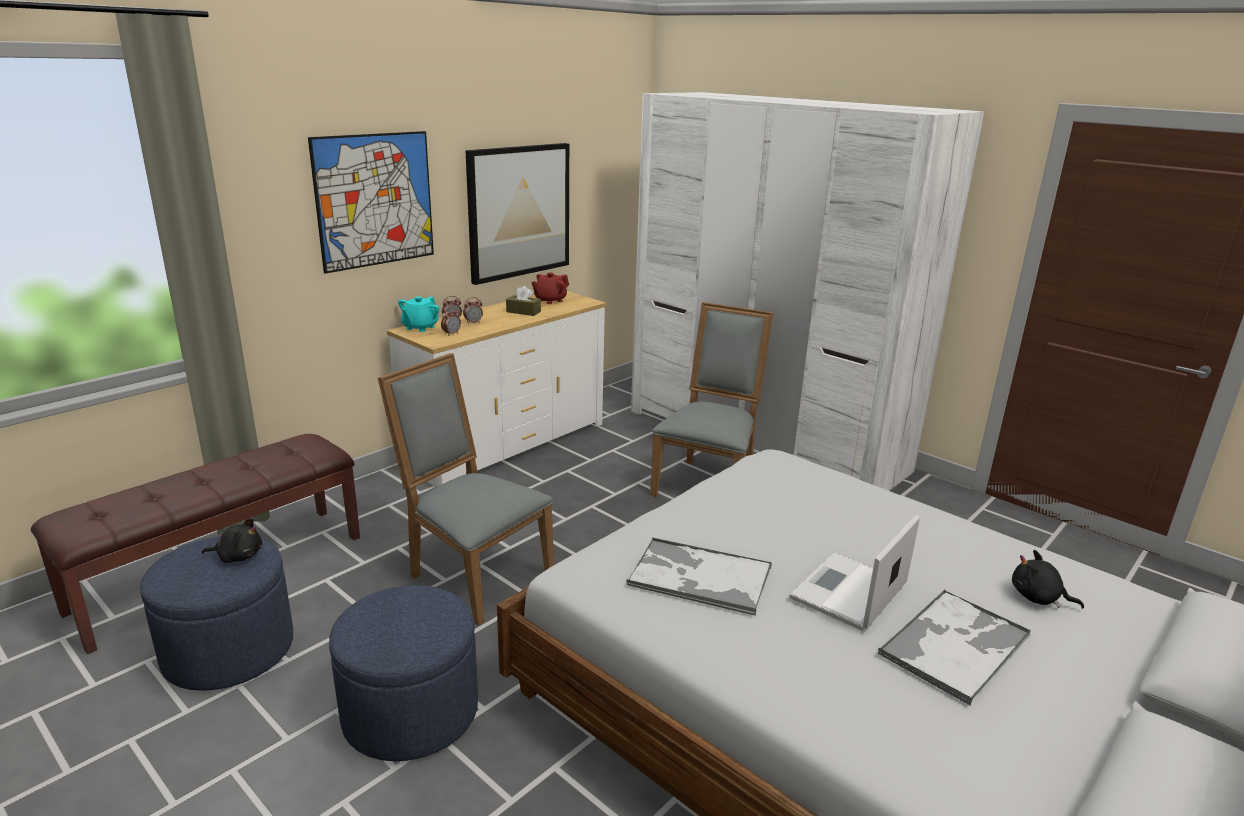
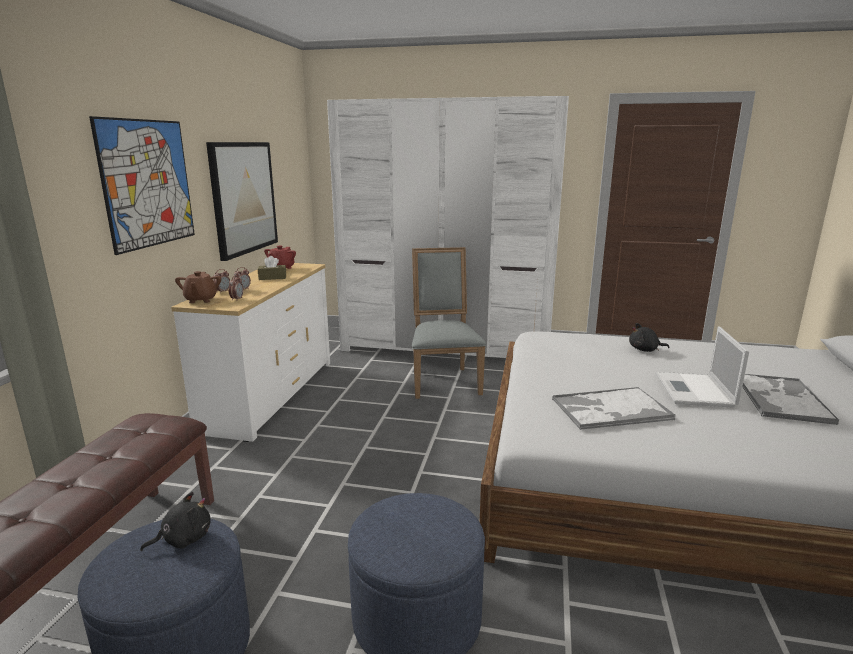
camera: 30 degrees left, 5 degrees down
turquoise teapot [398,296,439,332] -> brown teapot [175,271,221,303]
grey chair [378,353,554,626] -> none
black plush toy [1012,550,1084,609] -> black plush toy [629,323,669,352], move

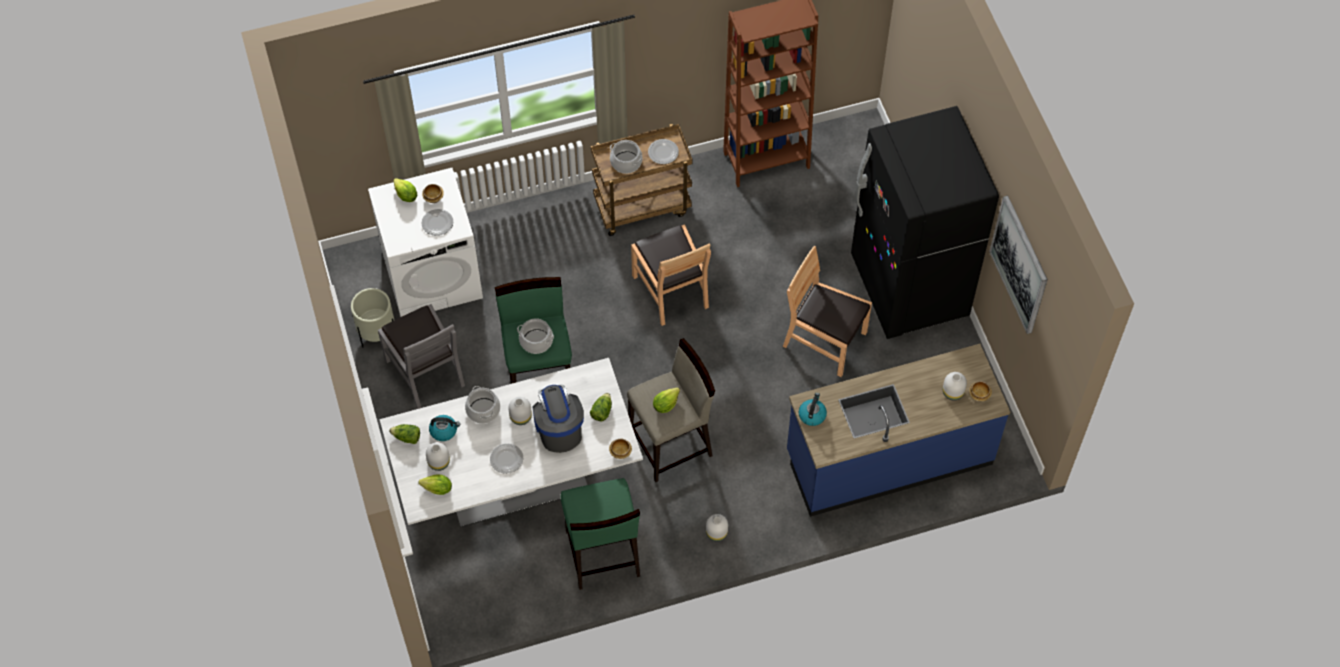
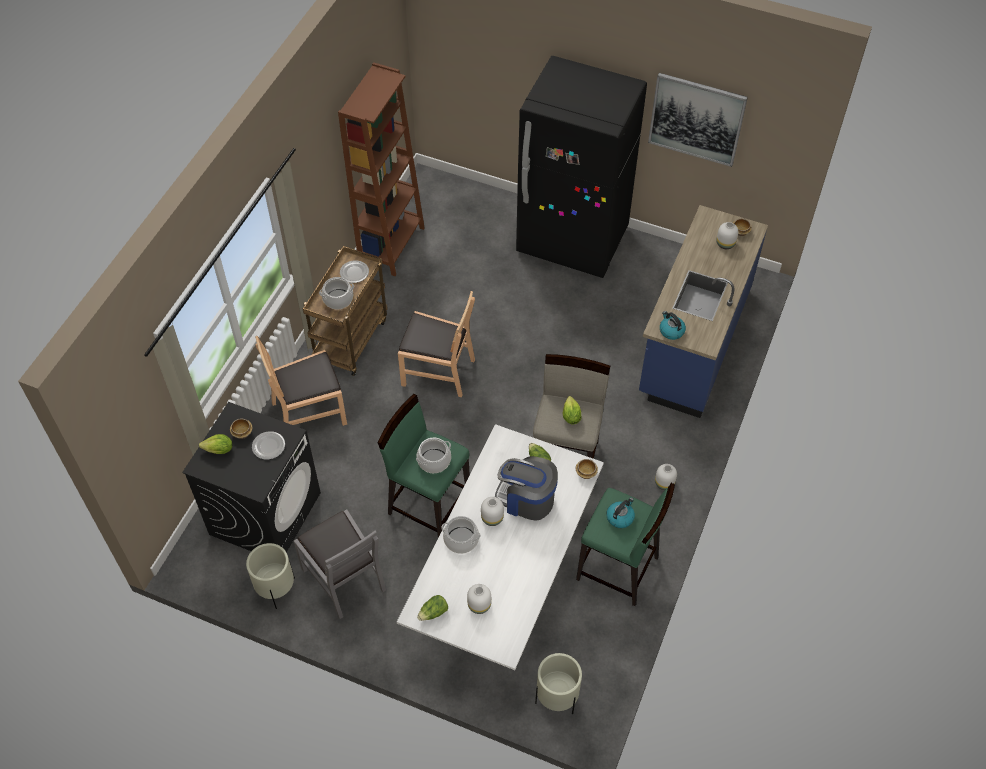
camera: 50 degrees left, 5 degrees down
white washing machine [368,168,483,317] -> black washing machine [182,402,321,552]
brown chair [783,246,872,377] -> brown chair [255,336,347,426], move
grey chair [378,304,465,409] -> grey chair [294,509,386,619], 45 degrees clockwise
kettle [429,415,460,441] -> kettle [606,497,635,528], move
plate [490,443,523,474] -> none
lettuce [418,474,452,495] -> none
none -> beige planter [535,653,582,715]

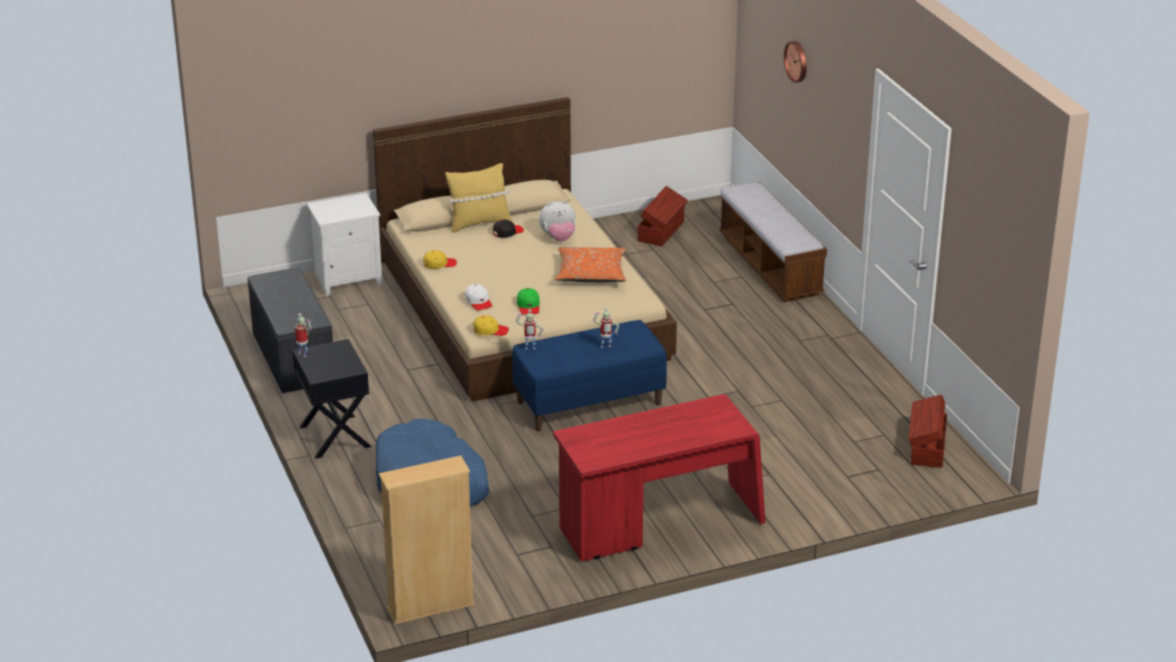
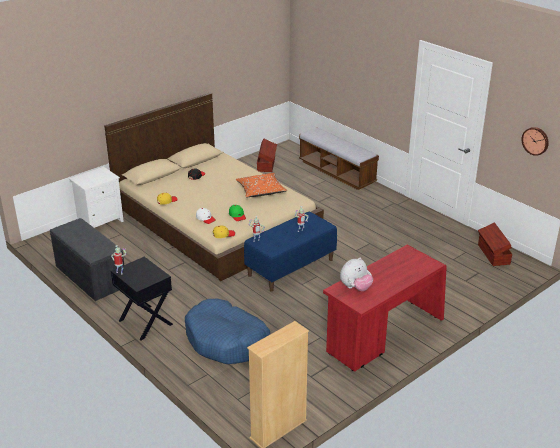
camera: 20 degrees left, 0 degrees up
wall clock [784,41,807,83] -> wall clock [522,127,549,156], move
yellow pillow [445,163,511,233] -> none
plush toy [539,200,576,241] -> plush toy [340,257,373,291], move

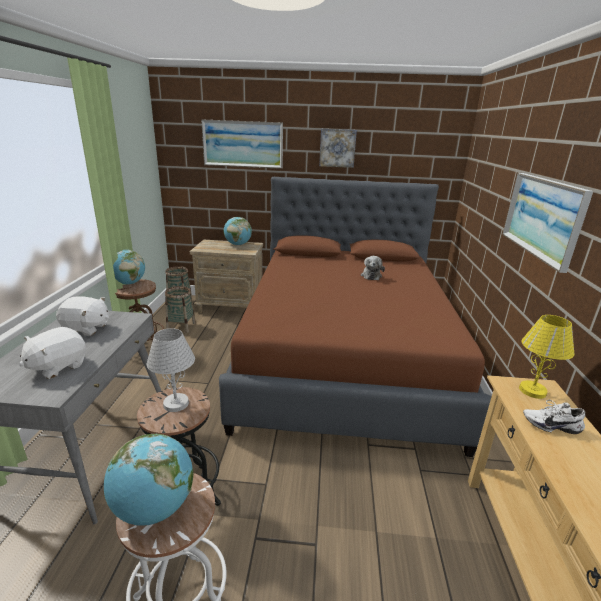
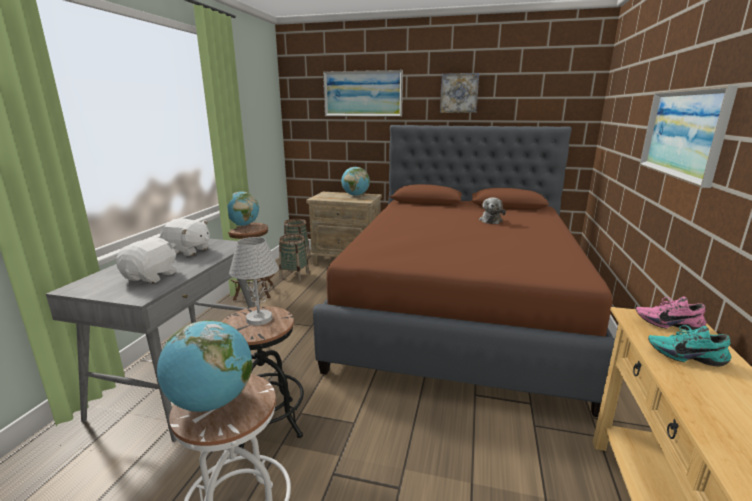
camera: 10 degrees right, 5 degrees down
yellow table lamp [519,315,574,399] -> pink shoe [636,297,706,330]
white plush toy [19,327,86,379] -> white plush toy [116,238,177,283], 150 degrees clockwise
white shoe [523,400,585,434] -> turquoise shoe [648,325,731,366]

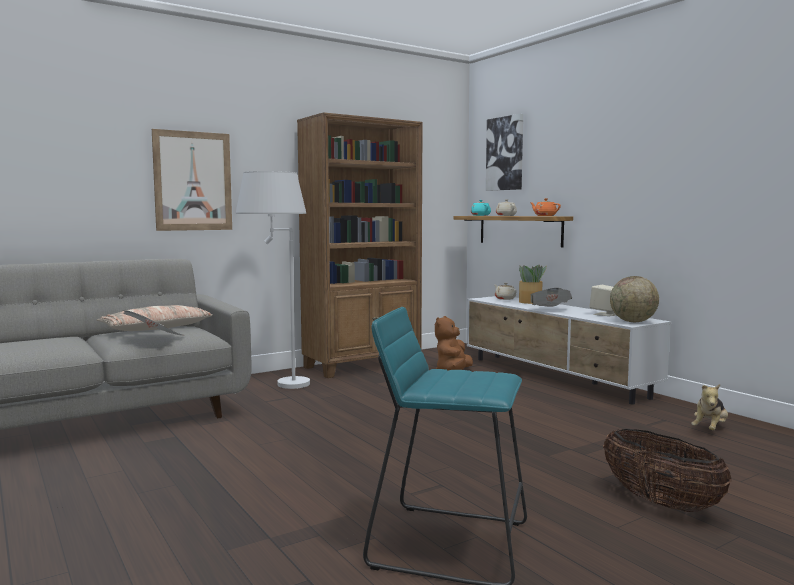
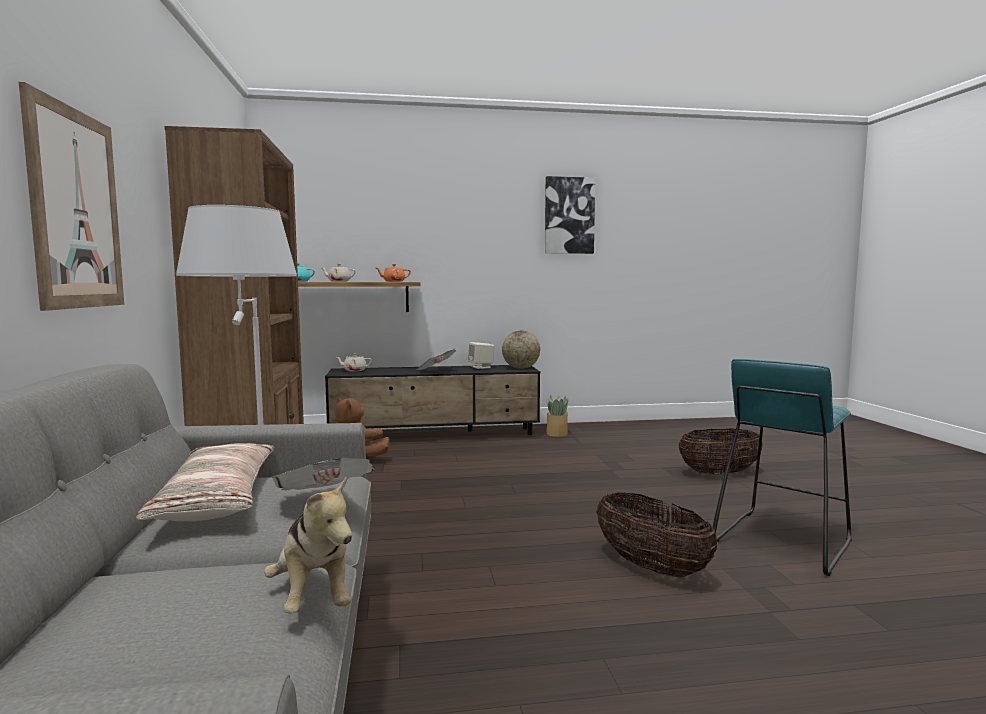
camera: 65 degrees left, 0 degrees up
picture [486,114,523,191] -> picture [545,176,595,254], move
potted plant [519,265,547,304] -> potted plant [546,395,568,437], move
white tv stand [467,296,671,404] -> black tv stand [325,365,540,435]
plush toy [691,384,728,430] -> plush toy [264,476,352,614], move
none -> basket [596,492,718,578]

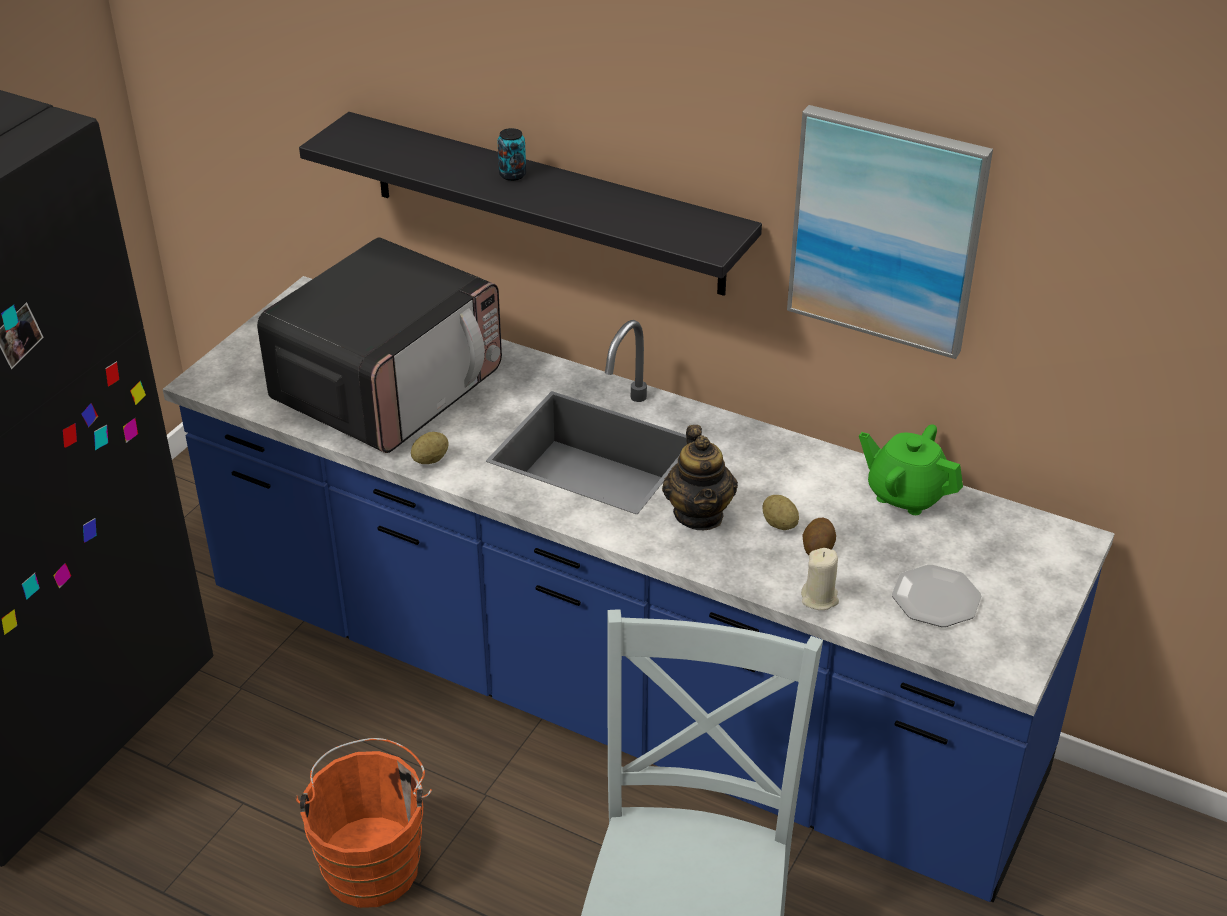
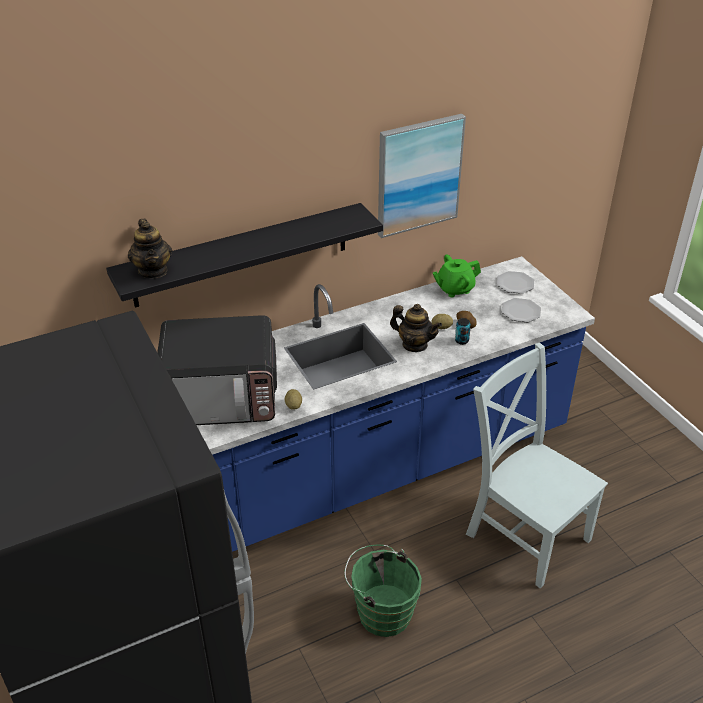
camera: 55 degrees left, 0 degrees up
can [497,128,526,181] -> can [455,318,471,345], move
microwave [257,237,502,453] -> microwave [157,315,277,425], 105 degrees clockwise
beige candle [801,548,839,610] -> none
orange bucket [296,738,432,908] -> green bucket [344,545,422,637]
none -> teapot [128,219,172,279]
none -> plate [497,271,534,294]

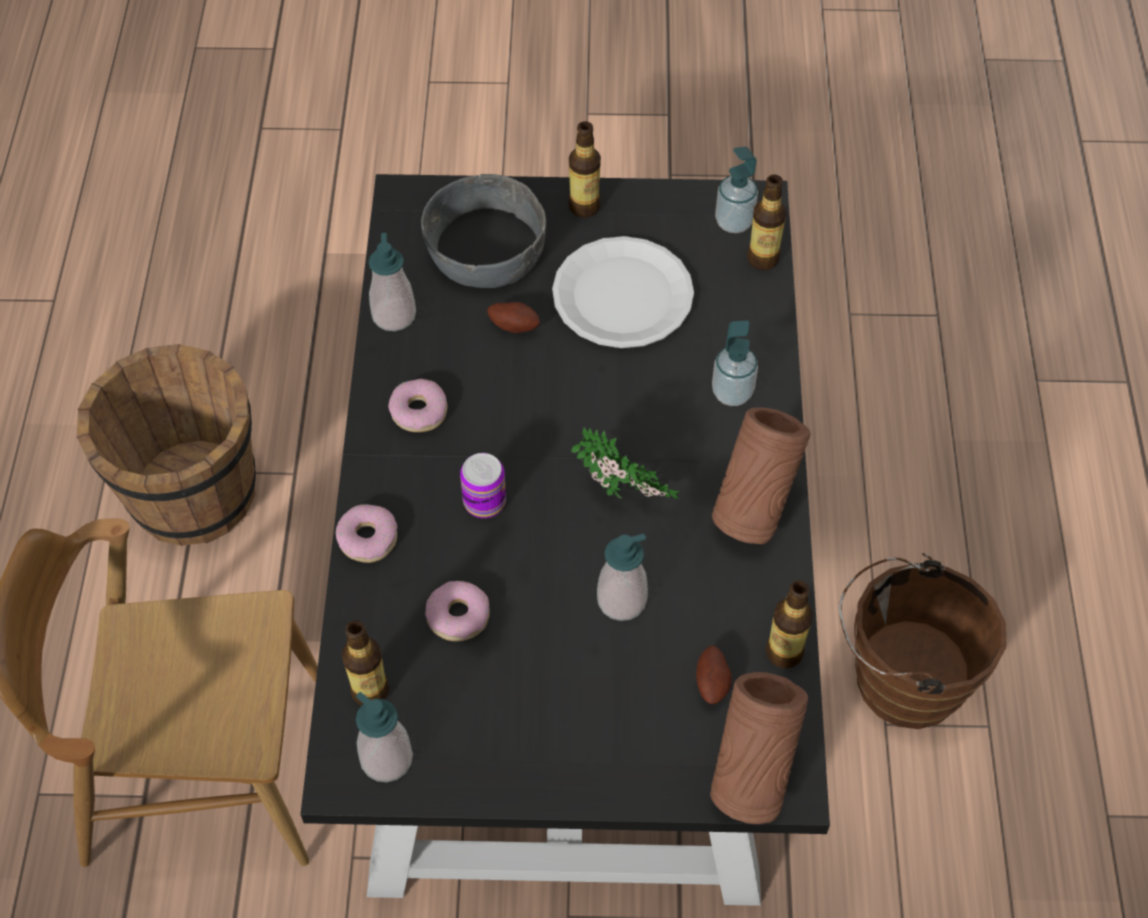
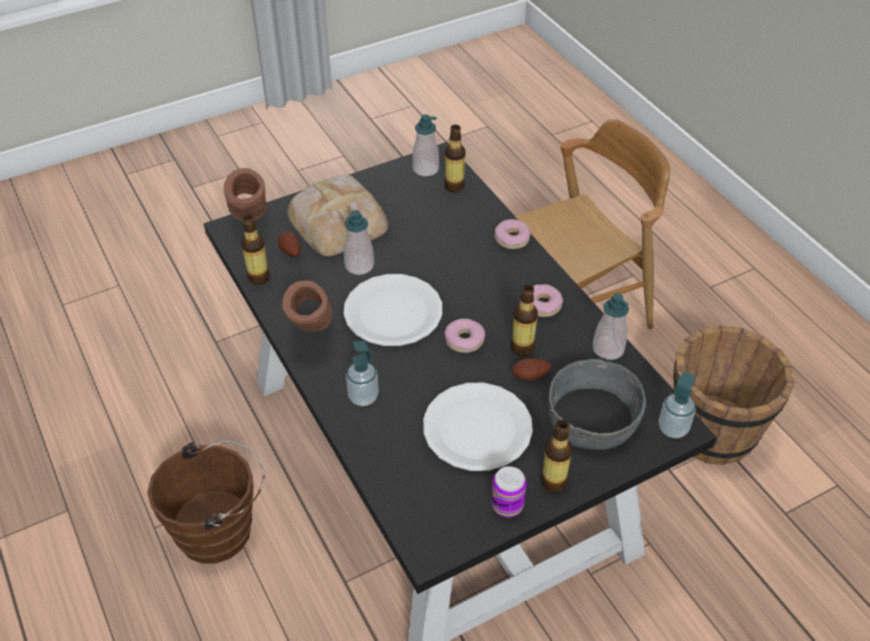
camera: 150 degrees right, 10 degrees down
soap dispenser [715,147,758,233] -> soap dispenser [659,371,696,438], move
bottle [747,174,787,270] -> bottle [511,284,538,356], move
potted plant [571,428,679,499] -> white plate [344,274,442,346]
can [460,453,506,518] -> can [491,466,527,517], move
donut [425,581,490,641] -> donut [444,318,485,353], move
none -> bread [287,175,388,256]

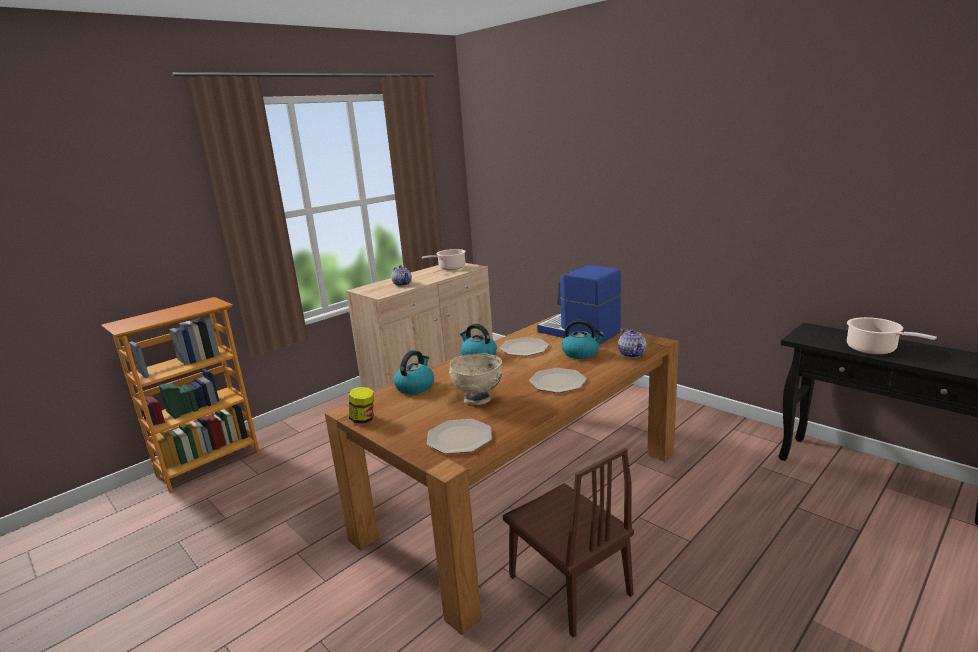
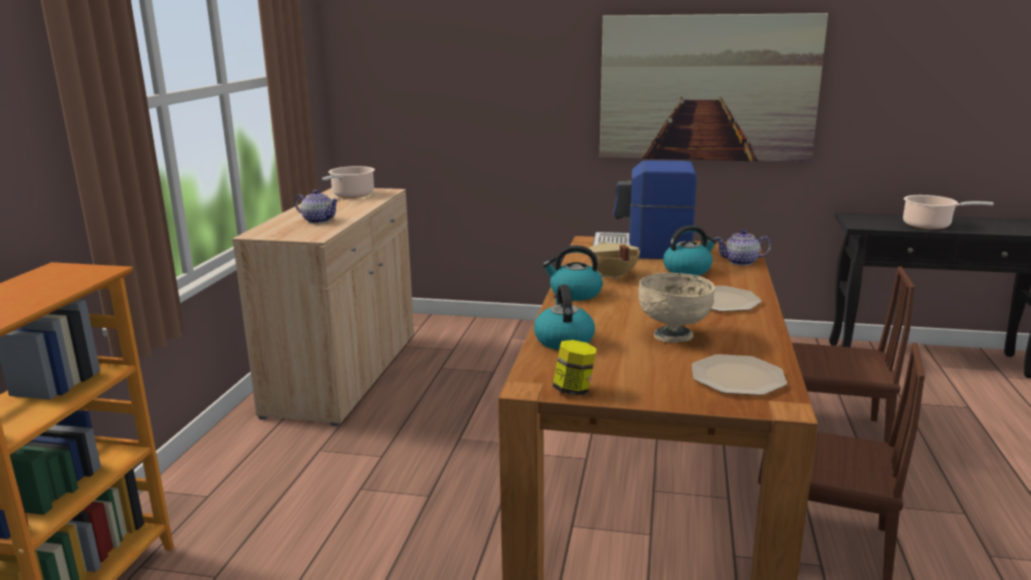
camera: 35 degrees left, 0 degrees up
teapot [618,329,647,358] -> teapot [715,230,771,266], 135 degrees clockwise
plate [500,337,549,356] -> beige cooking pot [588,242,640,280]
none -> picture [600,13,828,162]
none -> brown chair [792,267,915,443]

